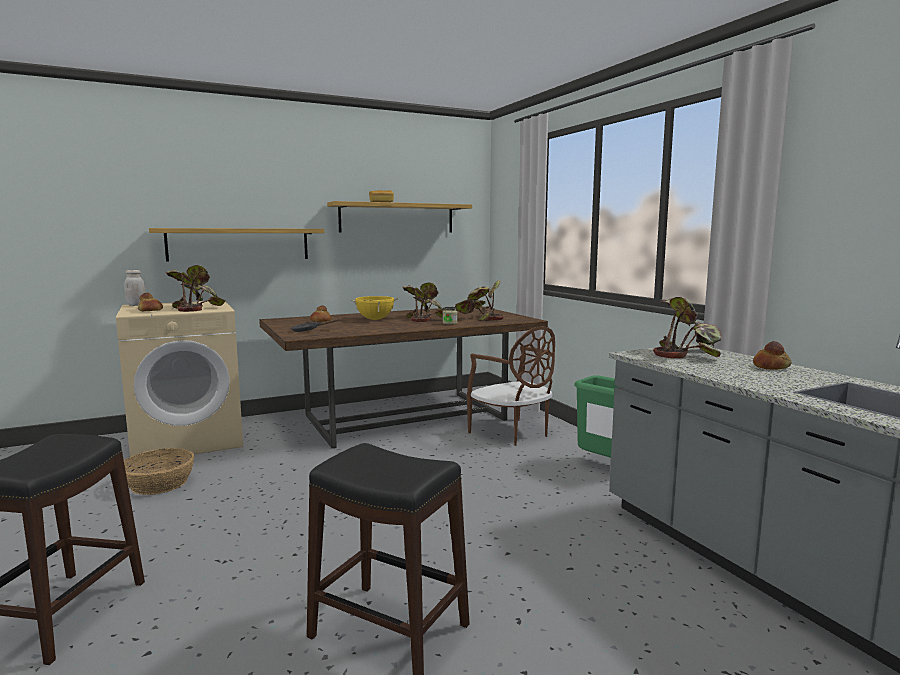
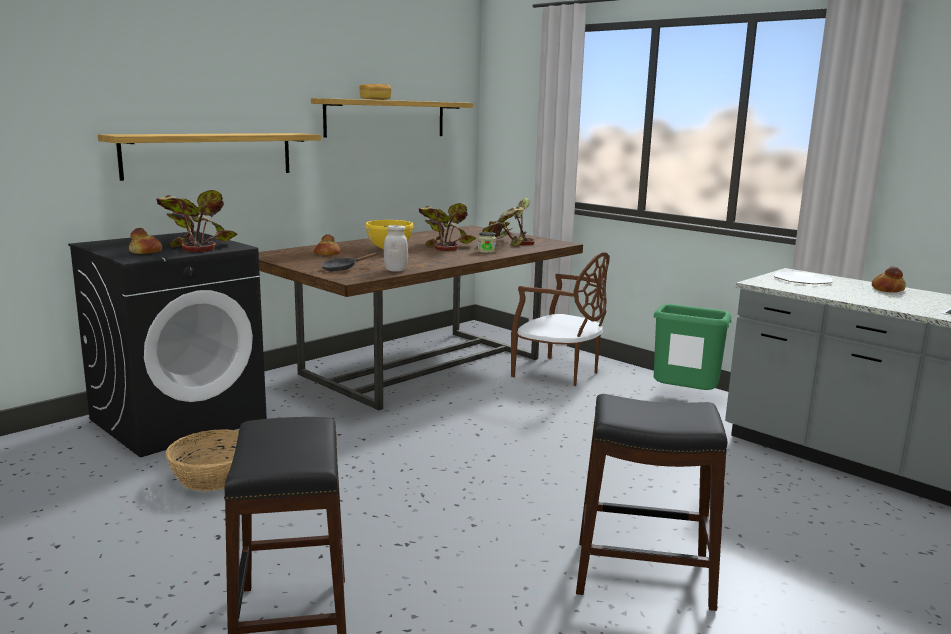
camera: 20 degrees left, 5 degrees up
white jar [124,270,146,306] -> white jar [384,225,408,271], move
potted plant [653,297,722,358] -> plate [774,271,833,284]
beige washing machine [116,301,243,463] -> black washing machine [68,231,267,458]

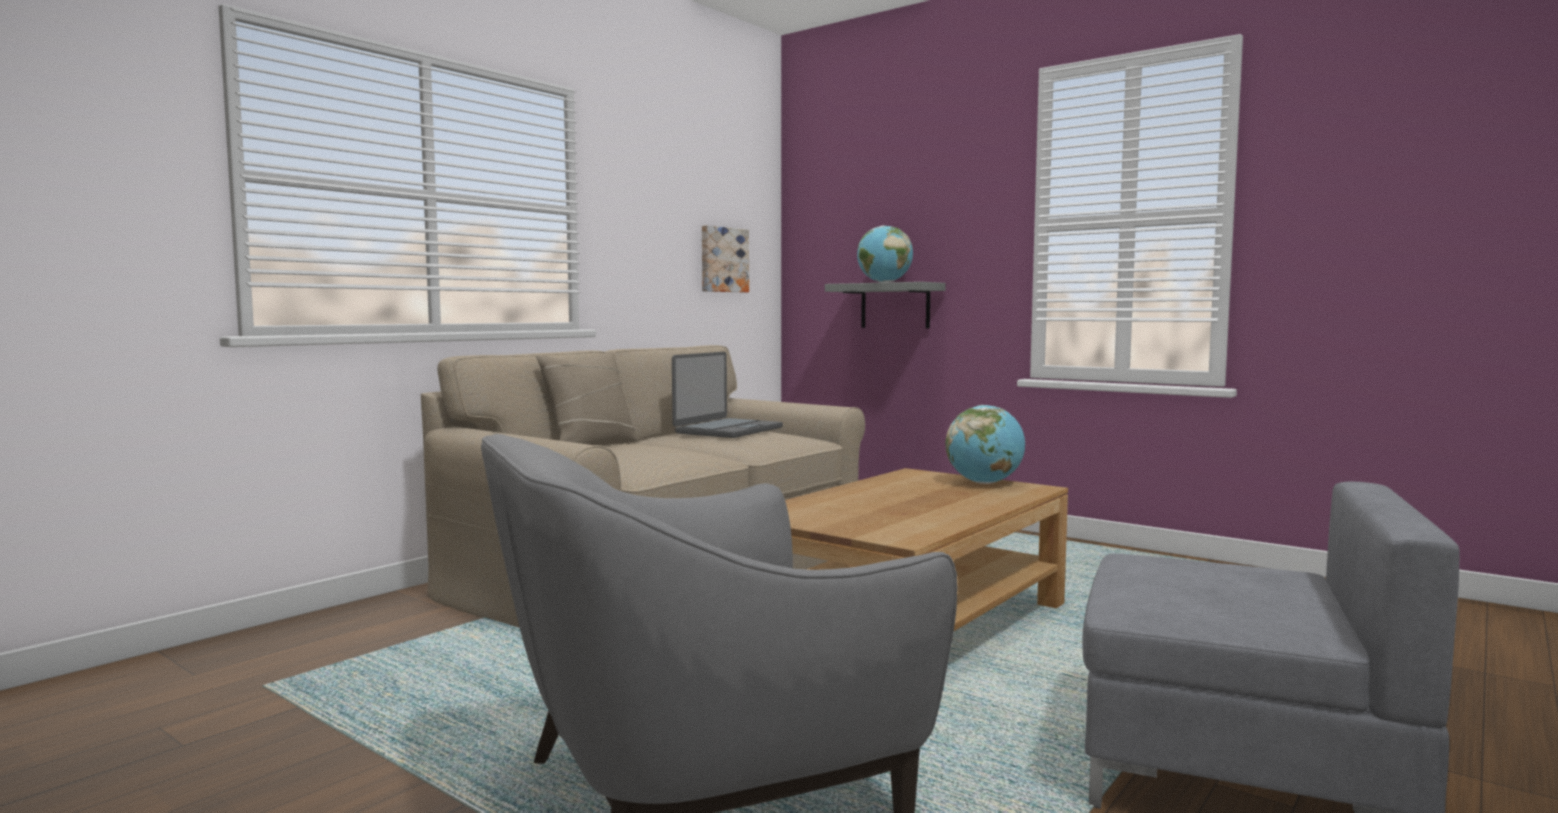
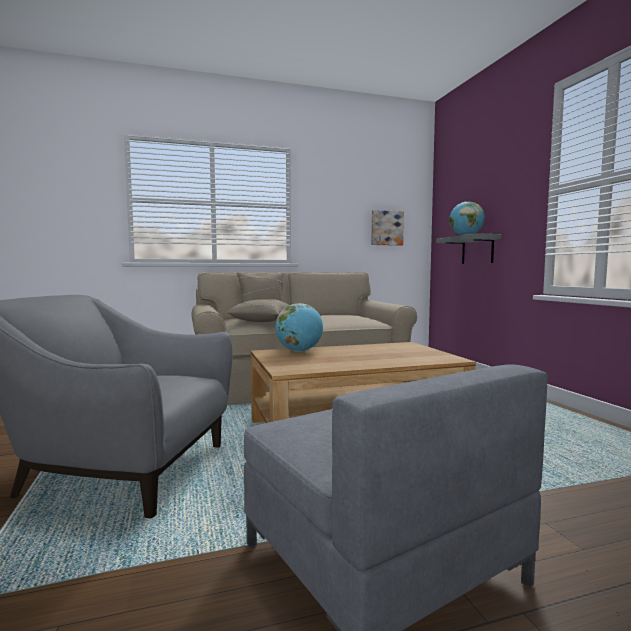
camera: 35 degrees right, 0 degrees up
laptop [672,352,783,438] -> none
globe [946,405,1025,484] -> globe [275,303,323,352], move
none -> beige pillow [226,299,289,322]

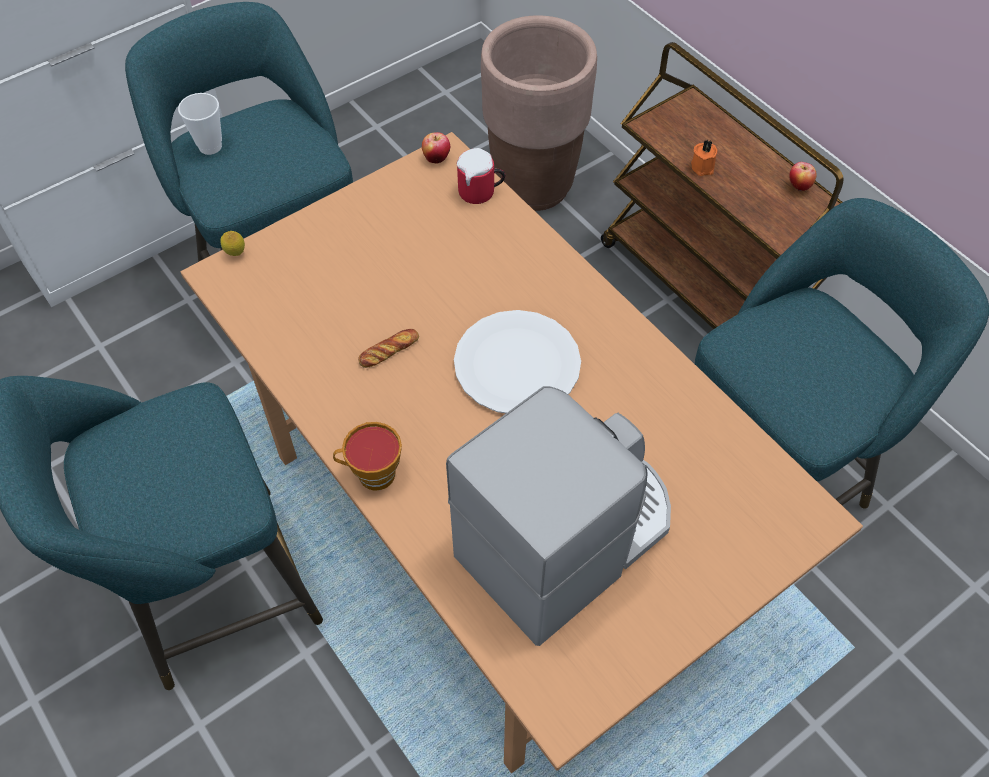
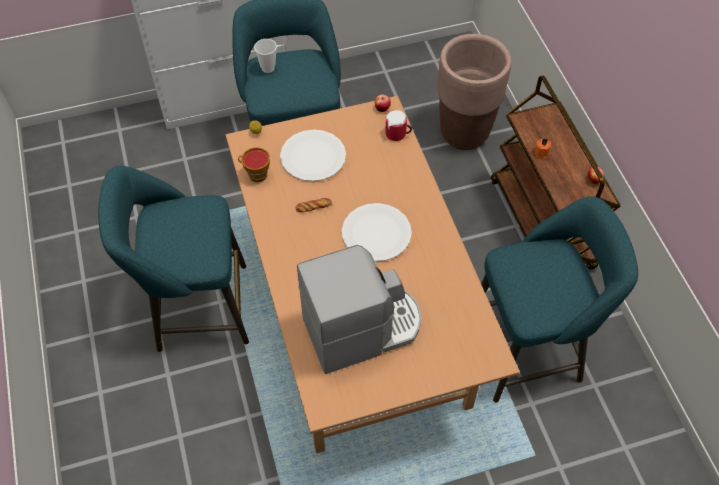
camera: 20 degrees right, 0 degrees up
cup [333,422,402,491] -> cup [238,147,270,182], move
none -> white plate [280,130,346,181]

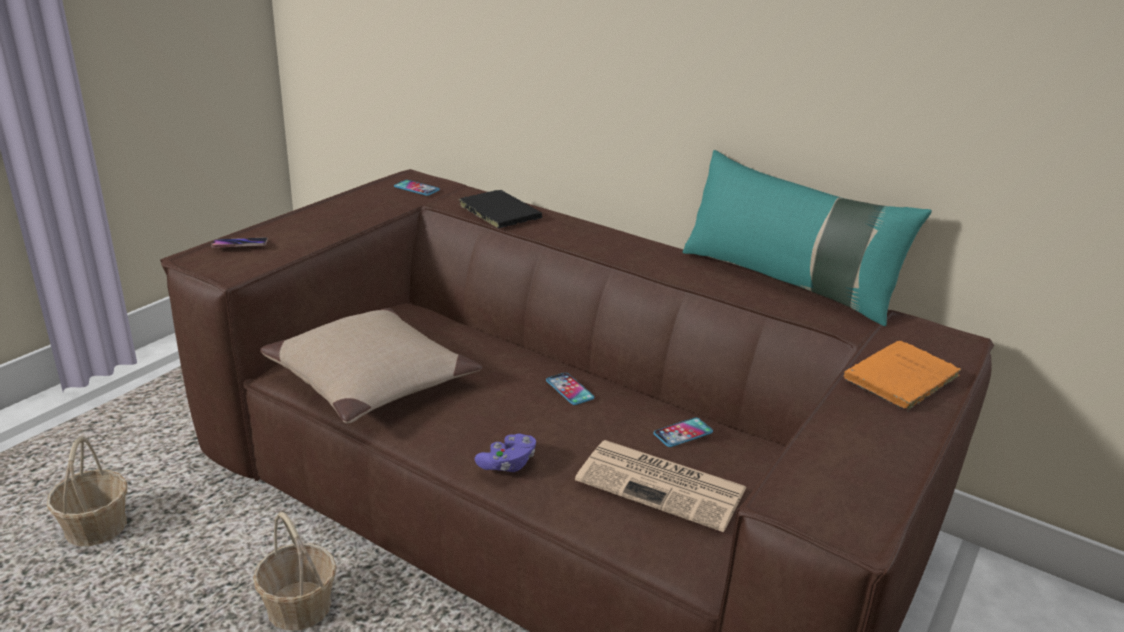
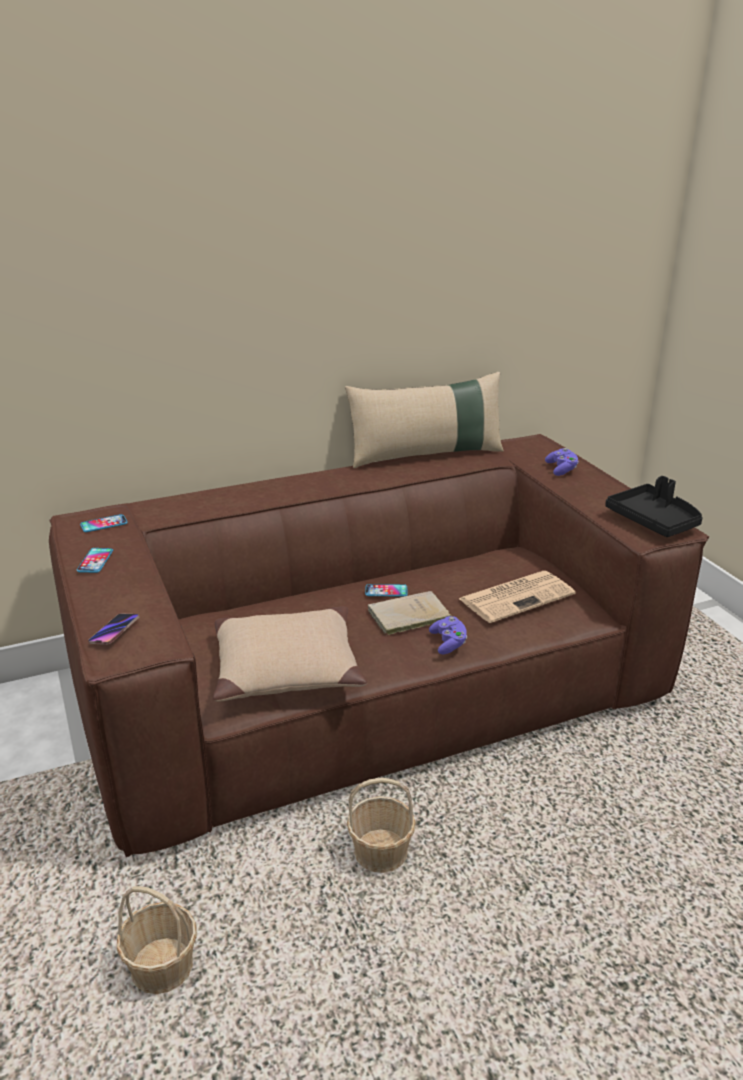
camera: 55 degrees left, 0 degrees up
turquoise pillow [682,150,932,326] -> beige pillow [345,372,504,468]
black book [457,190,542,228] -> none
orange book [843,341,961,412] -> purple game controller [545,448,579,476]
phone [653,418,713,447] -> phone [77,548,113,573], move
none -> black tray [605,476,703,537]
none -> beige book [368,591,452,636]

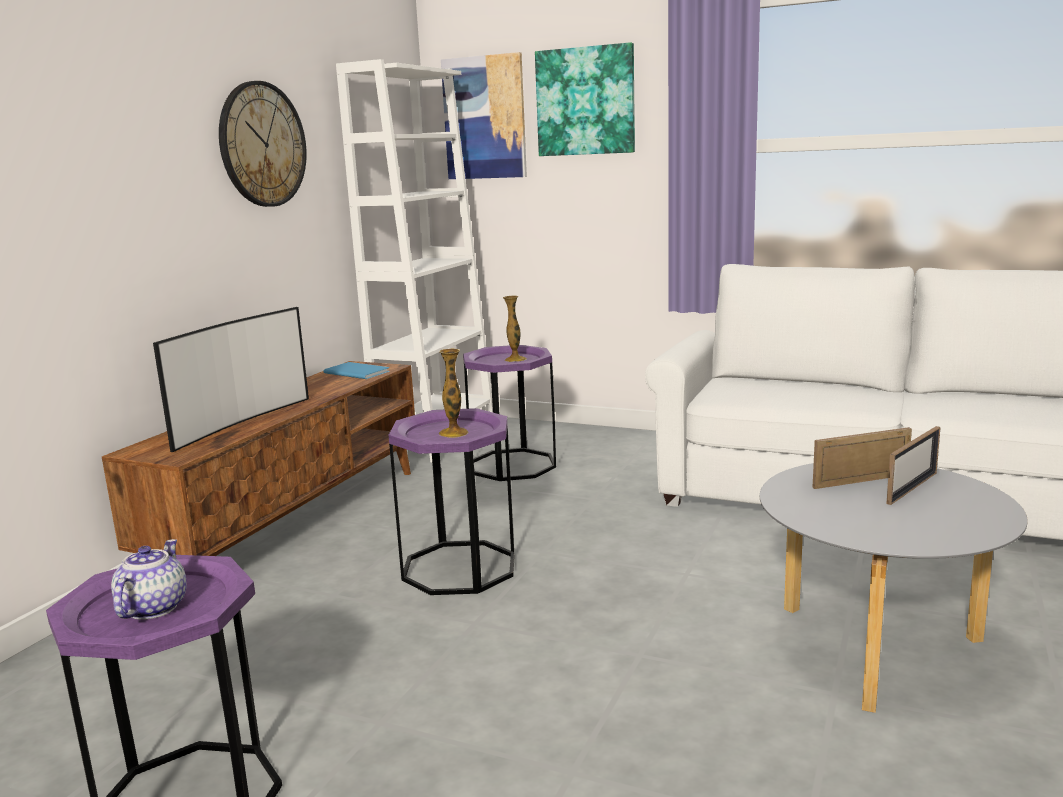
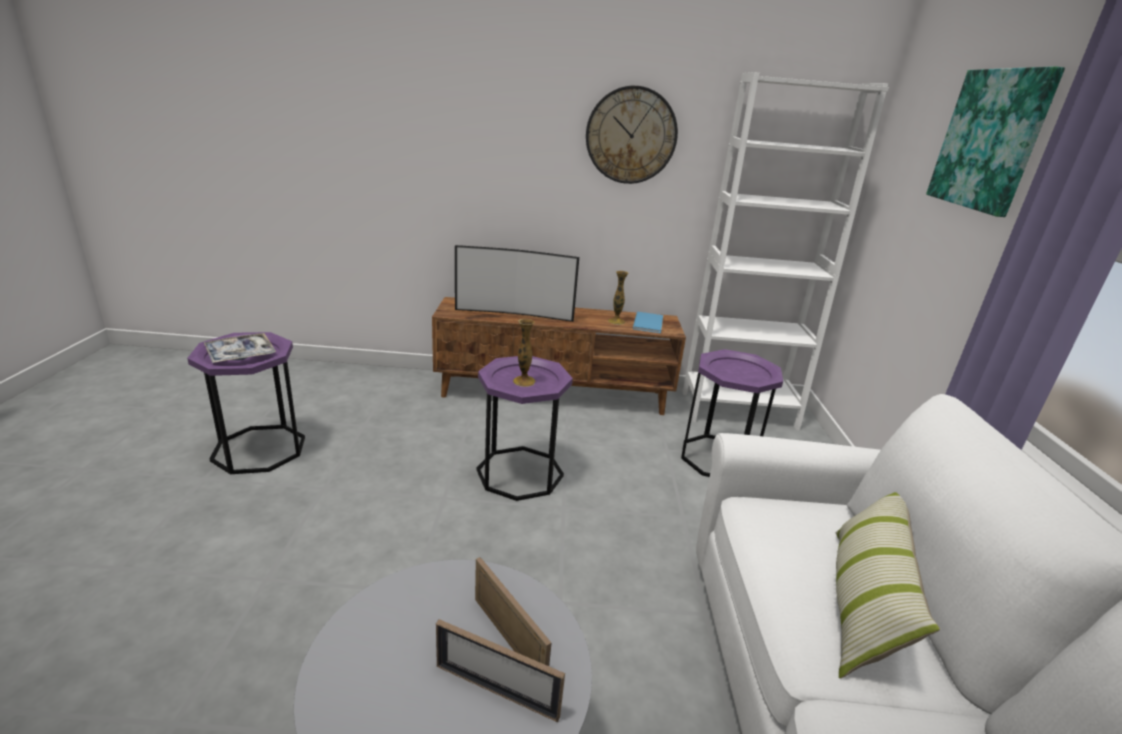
camera: 65 degrees right, 10 degrees up
picture [441,52,527,179] -> none
vase [503,296,527,362] -> vase [608,271,628,325], move
teapot [111,539,187,620] -> tray [204,333,276,363]
none -> pillow [836,492,940,679]

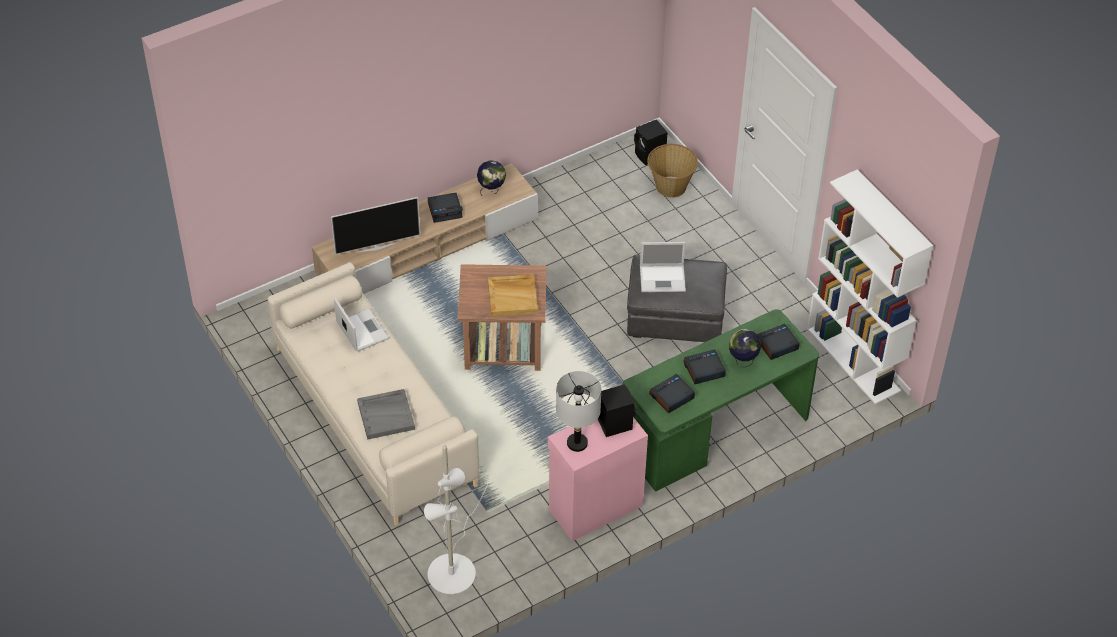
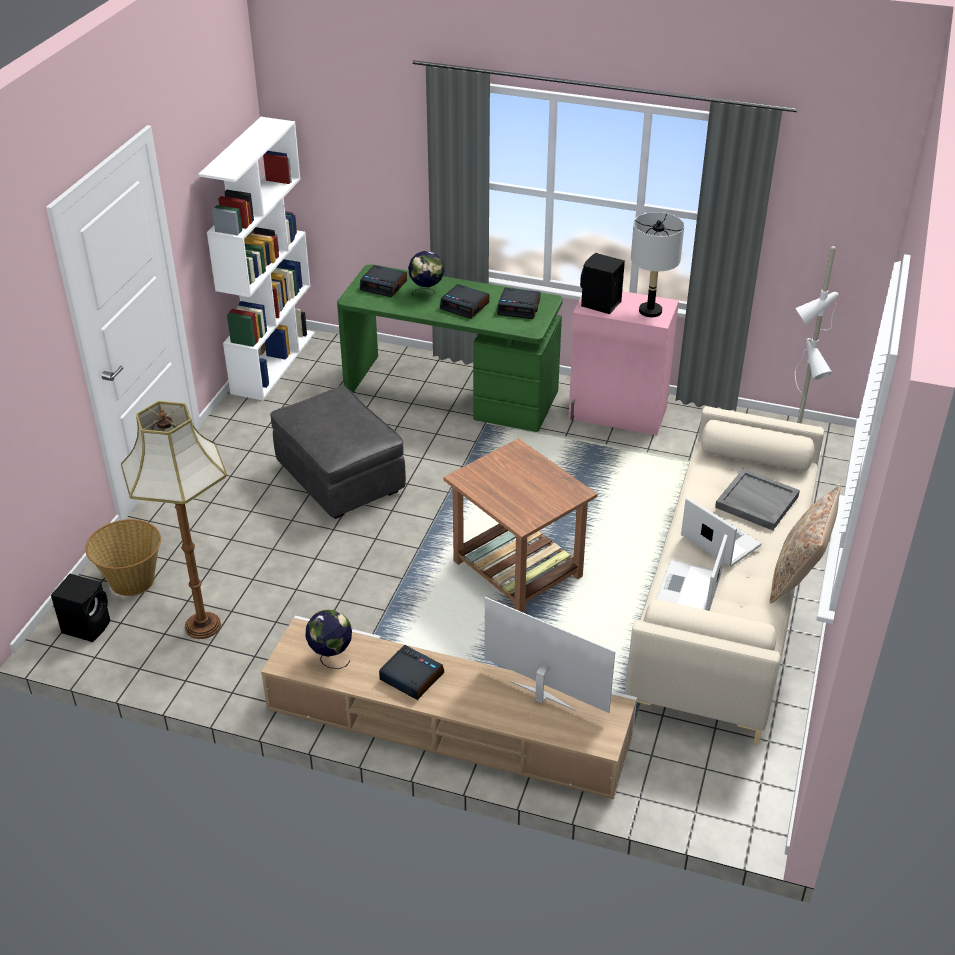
camera: 130 degrees left, 10 degrees down
laptop [640,242,686,292] -> laptop [681,497,762,567], move
beige tray [488,274,538,316] -> none
none -> floor lamp [121,401,227,639]
none -> beige pillow [770,486,841,603]

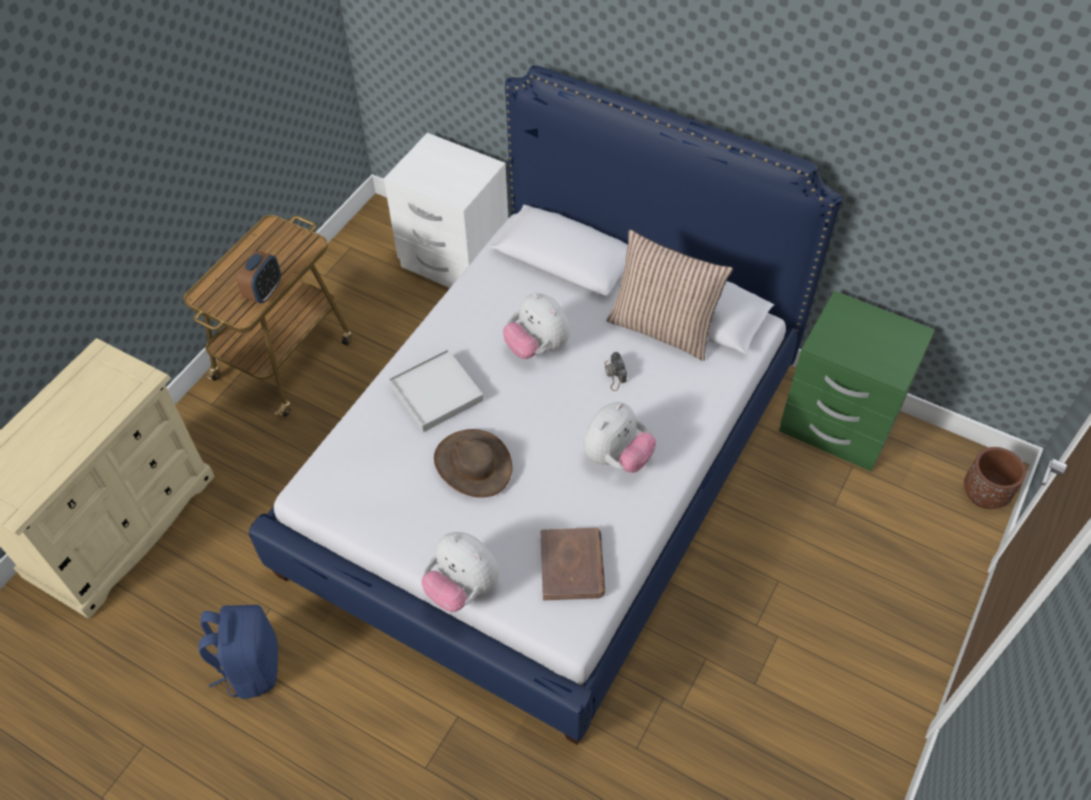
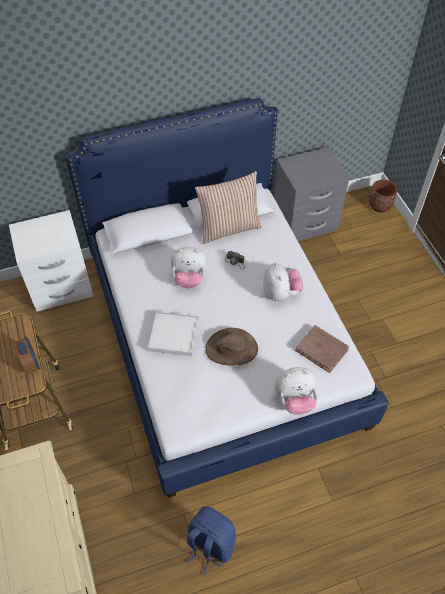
camera: 50 degrees left, 0 degrees up
green nightstand [779,291,935,472] -> grey nightstand [274,147,349,241]

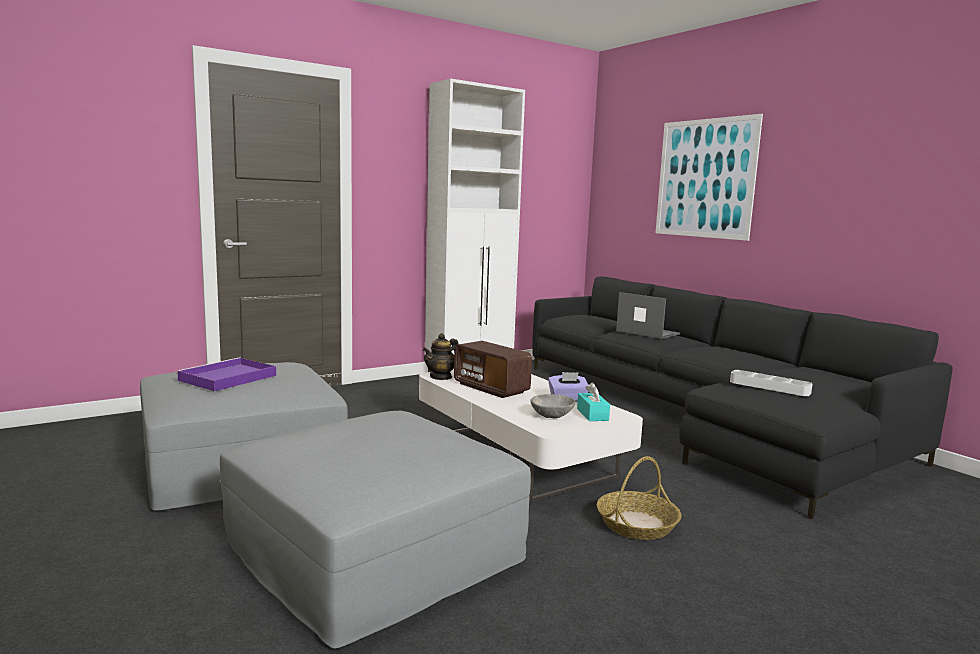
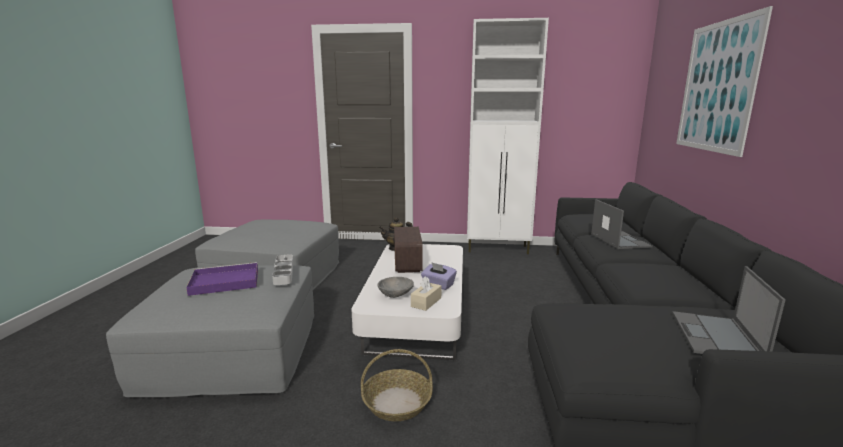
camera: 40 degrees right, 5 degrees up
purple tray [176,357,276,391] -> purple tray [186,262,258,296], move
grey tray [730,370,813,396] -> grey tray [272,254,293,285], move
turquoise tissue box [577,382,610,421] -> beige tissue box [411,276,442,311]
none -> laptop [672,266,785,354]

